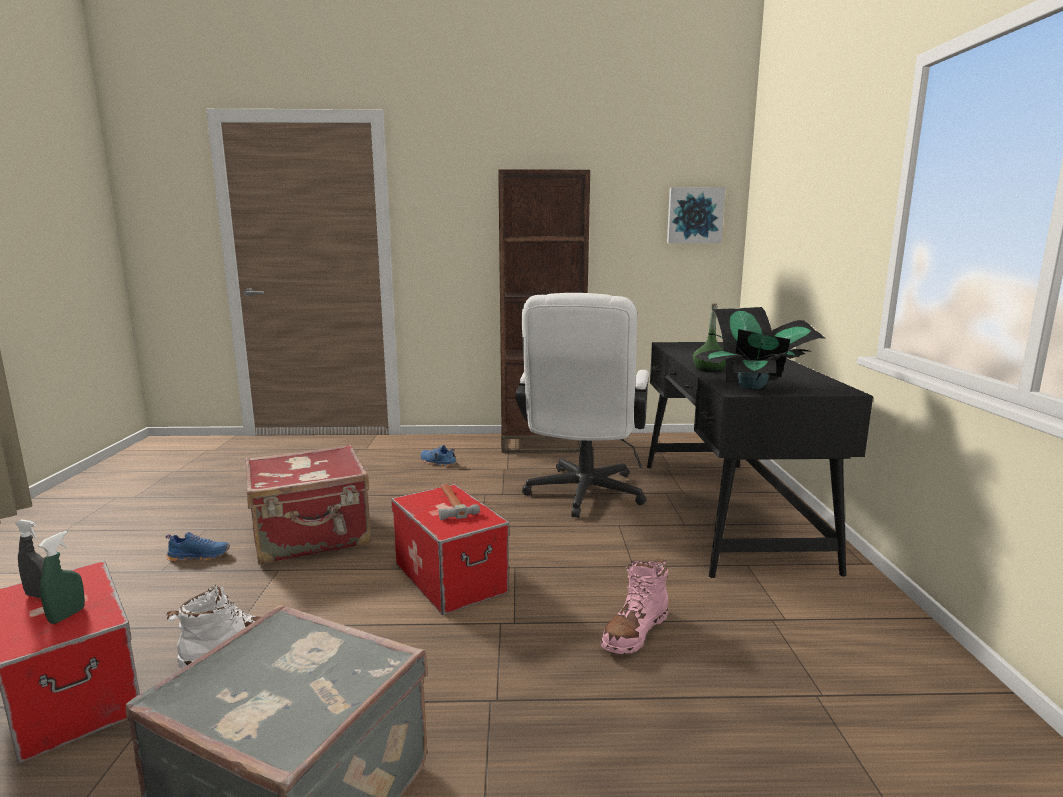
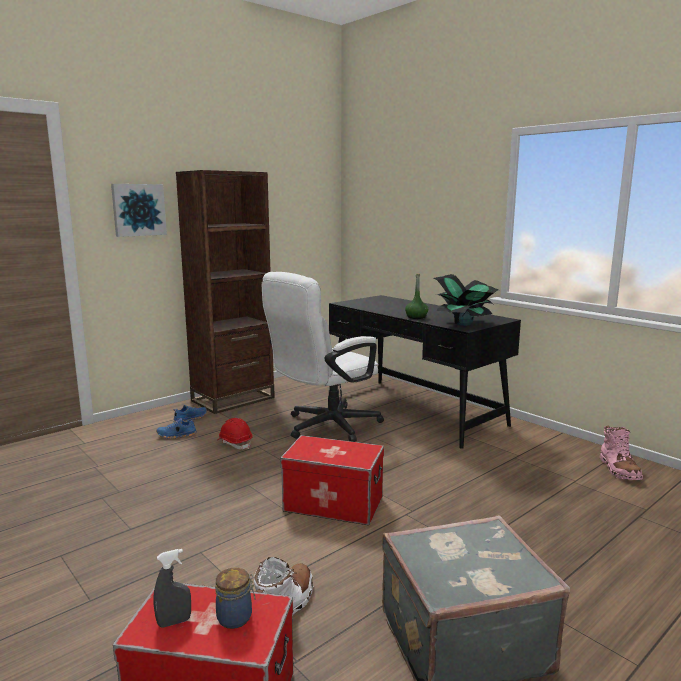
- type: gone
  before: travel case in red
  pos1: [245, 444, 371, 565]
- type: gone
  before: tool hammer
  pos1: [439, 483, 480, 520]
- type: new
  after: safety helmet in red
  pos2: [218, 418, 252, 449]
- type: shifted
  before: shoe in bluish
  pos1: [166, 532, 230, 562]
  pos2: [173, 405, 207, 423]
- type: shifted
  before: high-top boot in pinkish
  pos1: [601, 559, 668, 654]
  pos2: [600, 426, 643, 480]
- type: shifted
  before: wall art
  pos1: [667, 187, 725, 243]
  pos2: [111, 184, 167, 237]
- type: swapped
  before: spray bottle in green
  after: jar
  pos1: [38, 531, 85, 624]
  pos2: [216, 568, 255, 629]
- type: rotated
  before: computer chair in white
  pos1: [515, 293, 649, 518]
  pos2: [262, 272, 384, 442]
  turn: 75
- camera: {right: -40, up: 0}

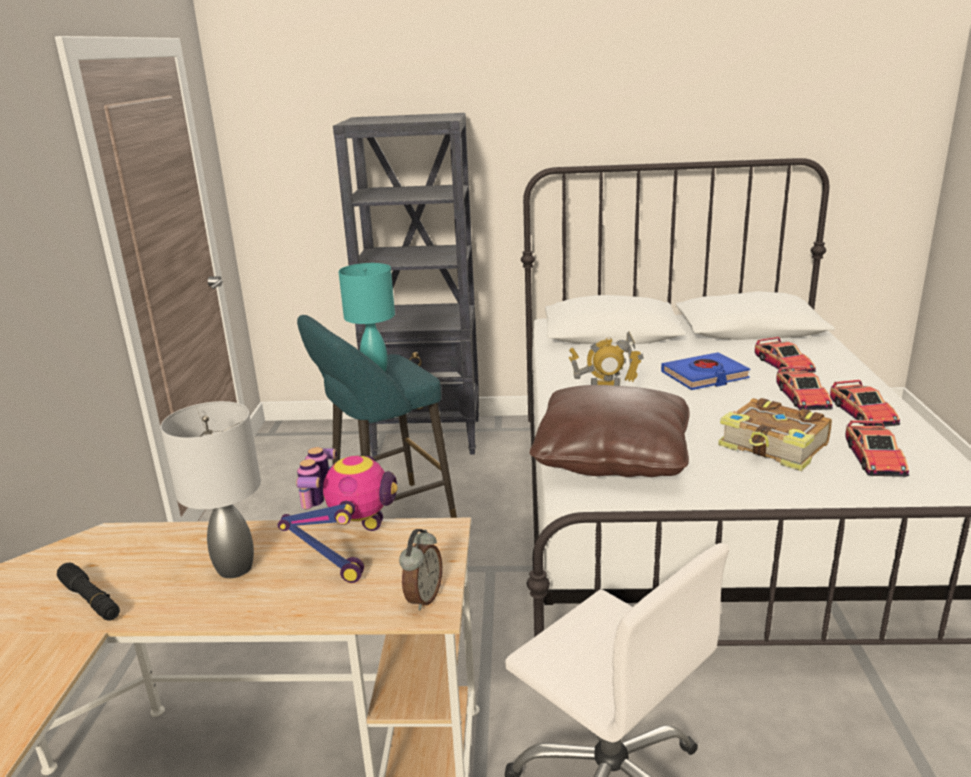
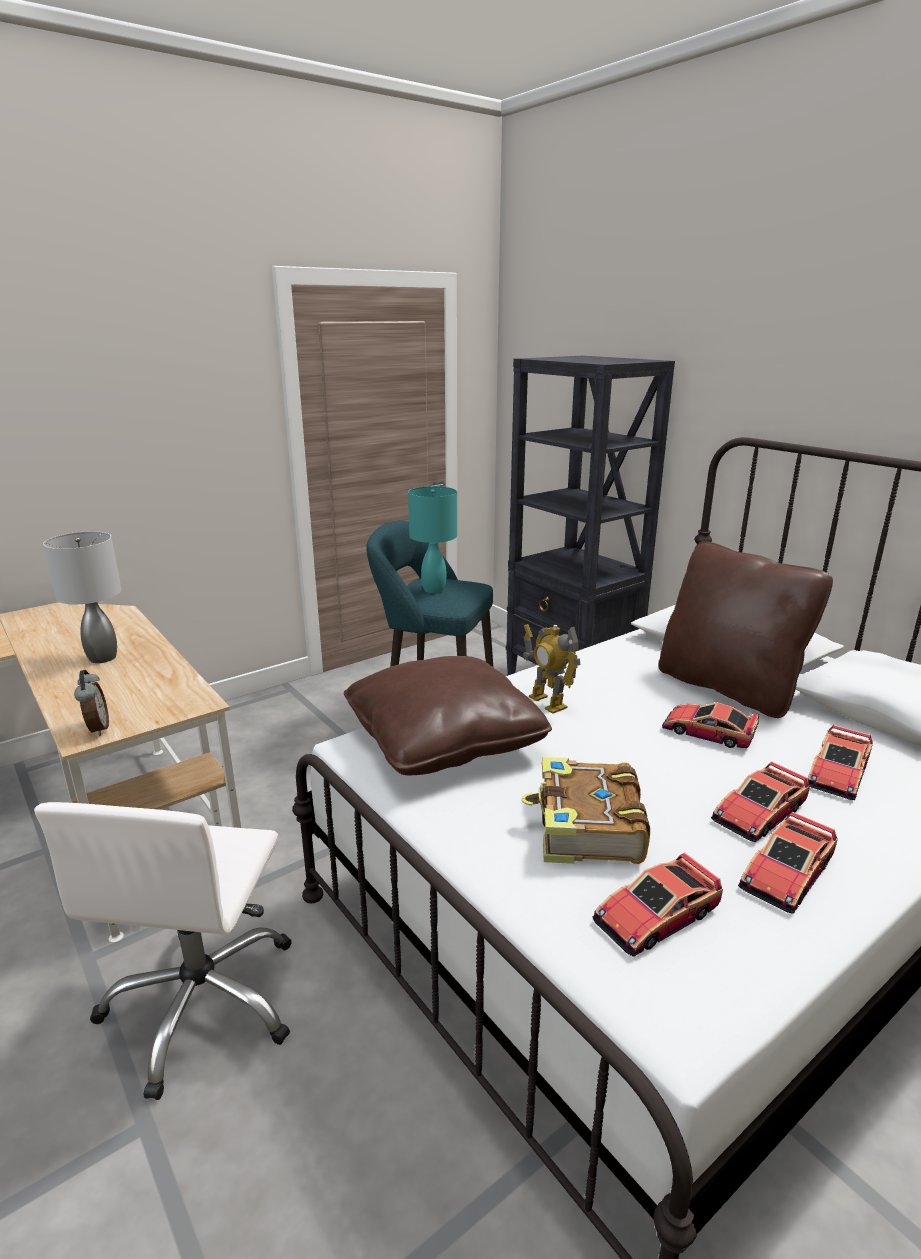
- type: gone
  before: torch in black-coloured
  pos1: [57, 563, 120, 621]
- type: gone
  before: model robot
  pos1: [278, 447, 398, 583]
- type: new
  after: pillow in brownish
  pos2: [658, 541, 833, 718]
- type: swapped
  before: book in bluish
  after: miniature car
  pos1: [661, 352, 750, 390]
  pos2: [662, 702, 759, 748]
- type: rotated
  before: bedside clock
  pos1: [399, 529, 442, 611]
  pos2: [74, 670, 109, 736]
  turn: -90
- camera: {right: 50, up: 0}

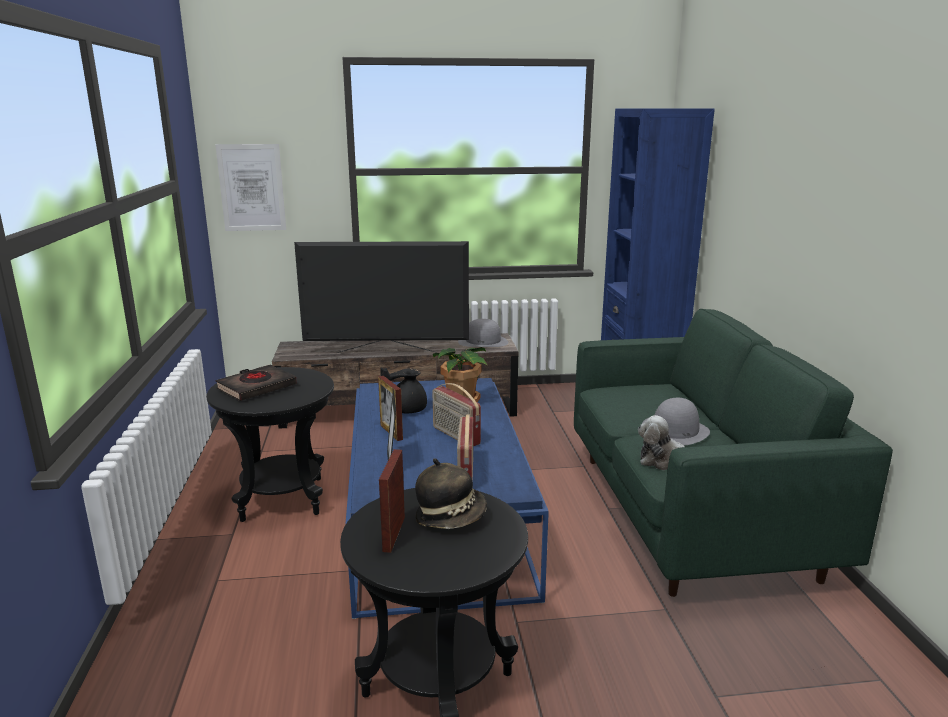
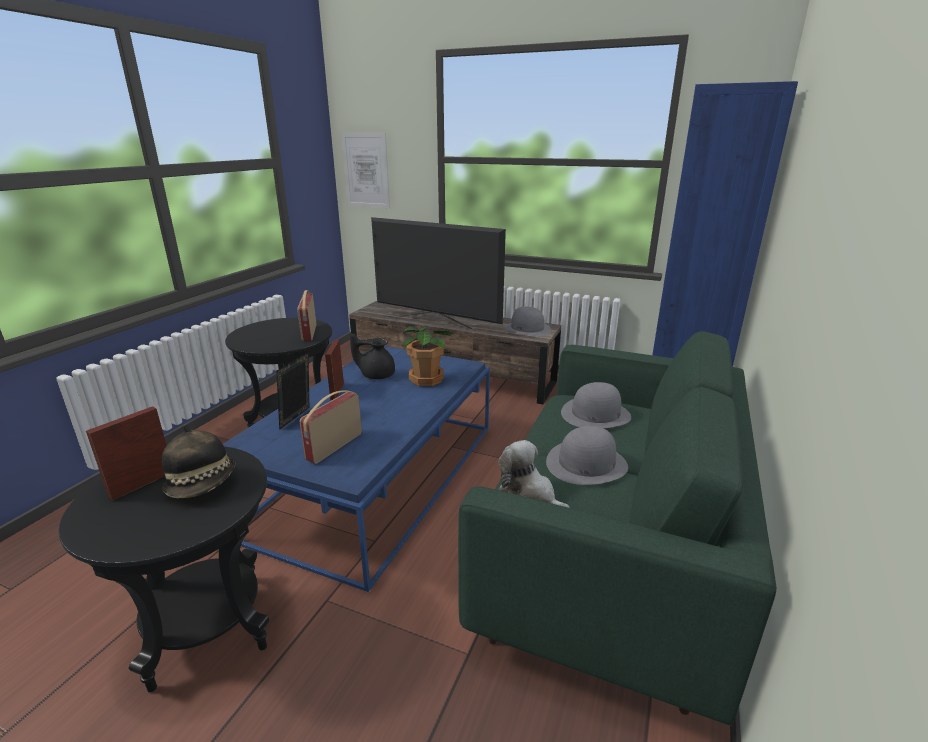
- type: gone
  before: book in black-coloured
  pos1: [215, 365, 297, 401]
- type: new
  after: wearable hat in greyish
  pos2: [561, 382, 631, 428]
- type: shifted
  before: radio receiver
  pos1: [432, 383, 481, 446]
  pos2: [297, 290, 316, 341]
- camera: {right: 30, up: 5}

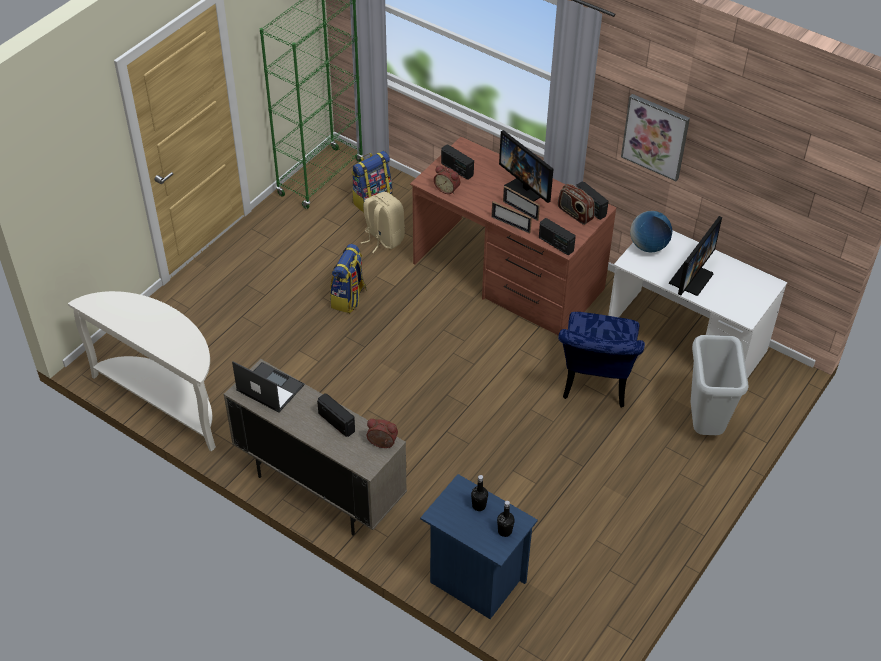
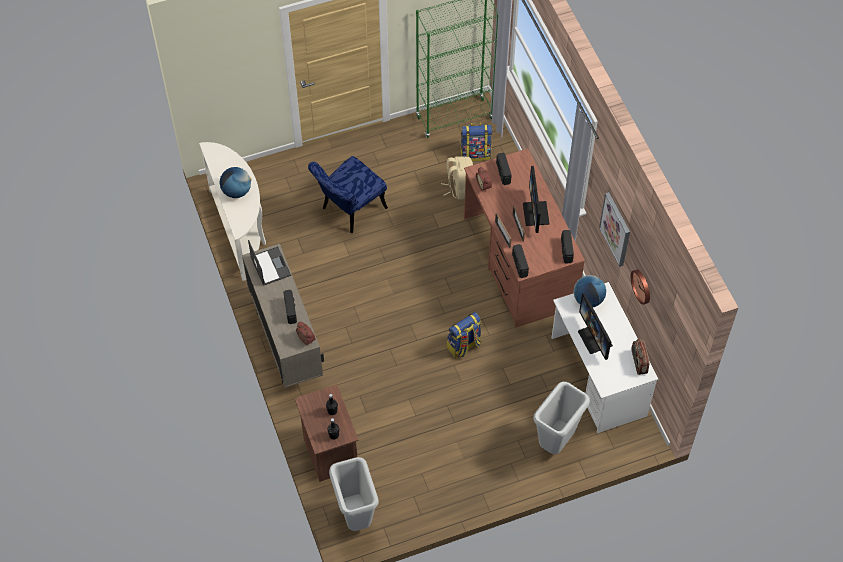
- type: new
  after: desk globe
  pos2: [219, 167, 252, 198]
- type: new
  after: waste bin in greyish
  pos2: [329, 457, 379, 531]
- type: new
  after: wall clock
  pos2: [631, 269, 650, 305]
- type: shifted
  before: knapsack
  pos1: [330, 244, 367, 313]
  pos2: [447, 312, 482, 359]
- type: shifted
  before: radio receiver
  pos1: [558, 184, 595, 225]
  pos2: [631, 339, 649, 375]
- type: shifted
  before: plain chair in bluish
  pos1: [558, 312, 645, 408]
  pos2: [308, 156, 388, 233]
- type: repainted
  before: bedside table in bluish
  after: bedside table in brownish
  pos1: [420, 474, 538, 619]
  pos2: [294, 384, 359, 482]
- type: rotated
  before: monitor
  pos1: [669, 216, 722, 296]
  pos2: [578, 293, 613, 360]
  turn: 90
- camera: {right: 35, up: 10}

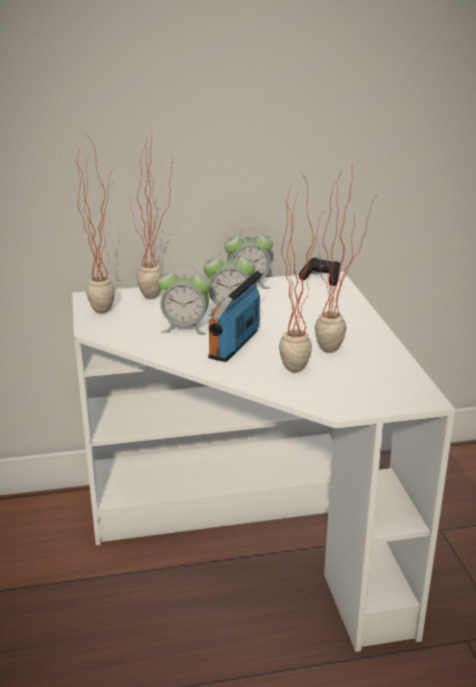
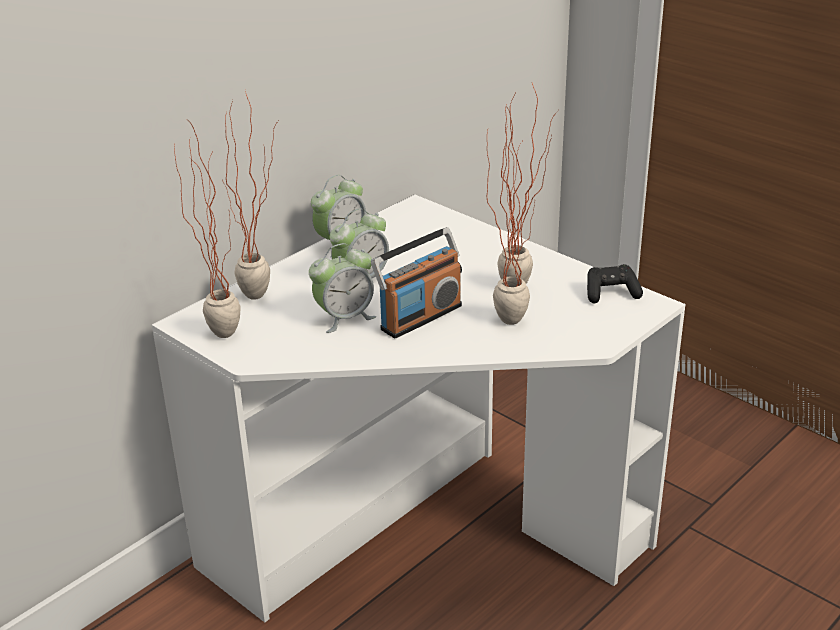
- type: shifted
  before: joypad in black-coloured
  pos1: [299, 258, 340, 286]
  pos2: [587, 264, 643, 303]
- type: rotated
  before: radio receiver
  pos1: [208, 269, 264, 362]
  pos2: [371, 227, 462, 338]
  turn: -120
- camera: {right: -35, up: 5}

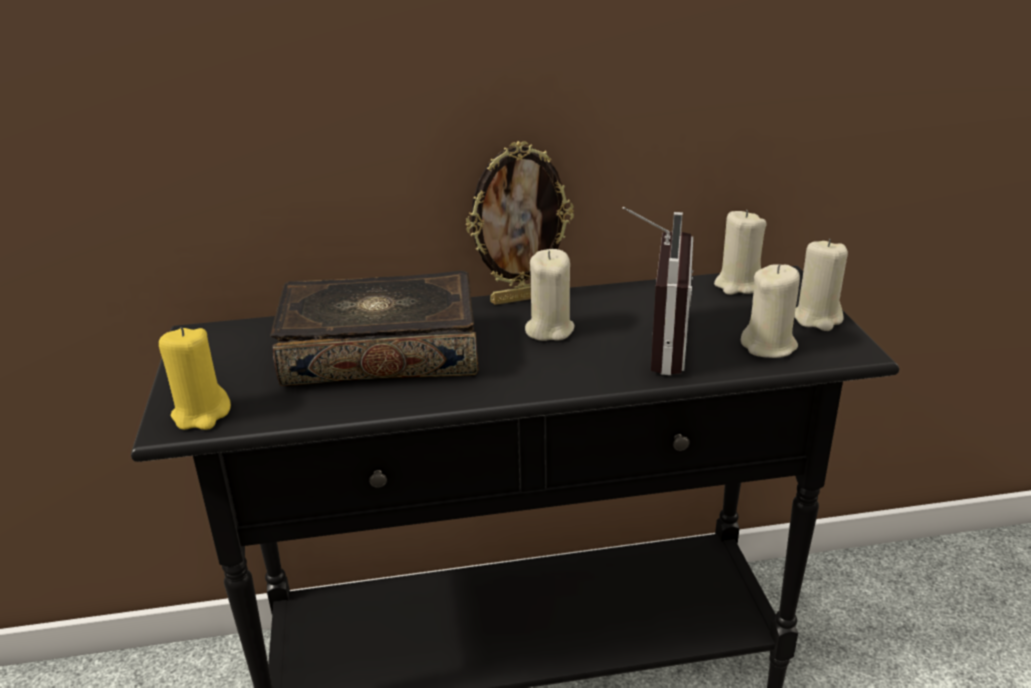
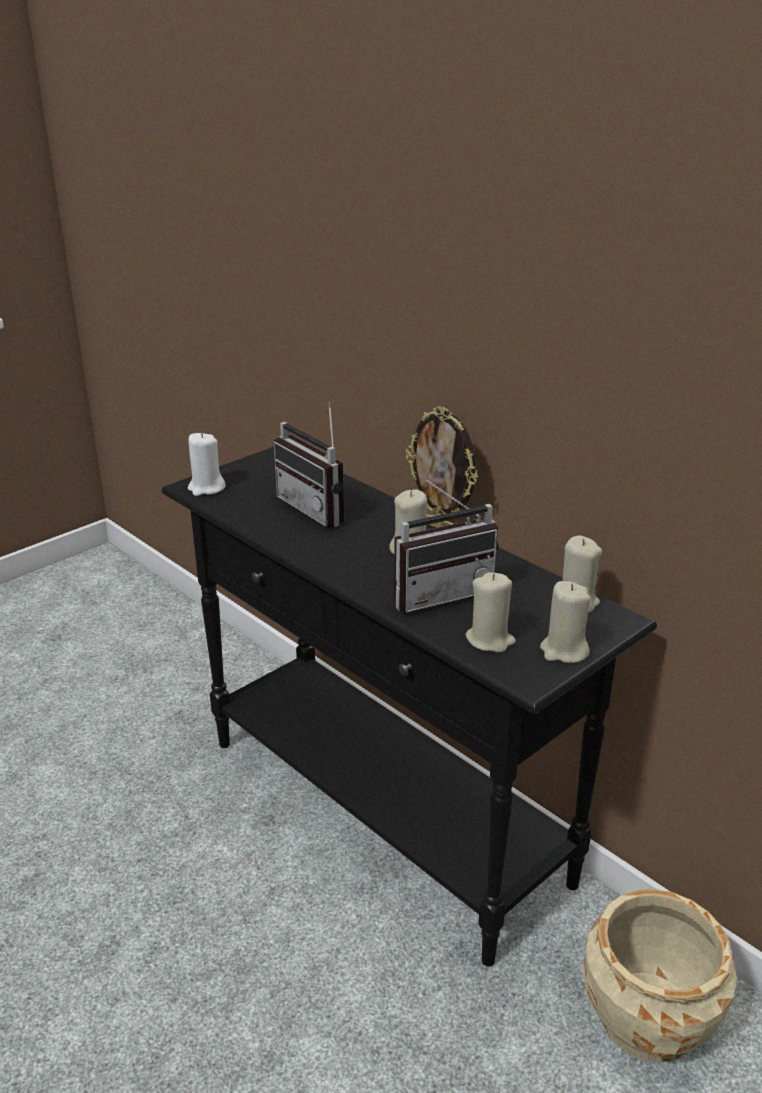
- type: new
  after: plant pot in sand-coloured
  pos2: [582, 889, 737, 1063]
- type: swapped
  before: book
  after: radio receiver
  pos1: [270, 270, 479, 386]
  pos2: [273, 402, 344, 528]
- type: repainted
  before: wax light in yellow
  after: wax light in white
  pos1: [159, 327, 231, 430]
  pos2: [188, 432, 226, 496]
- camera: {right: 55, up: 0}

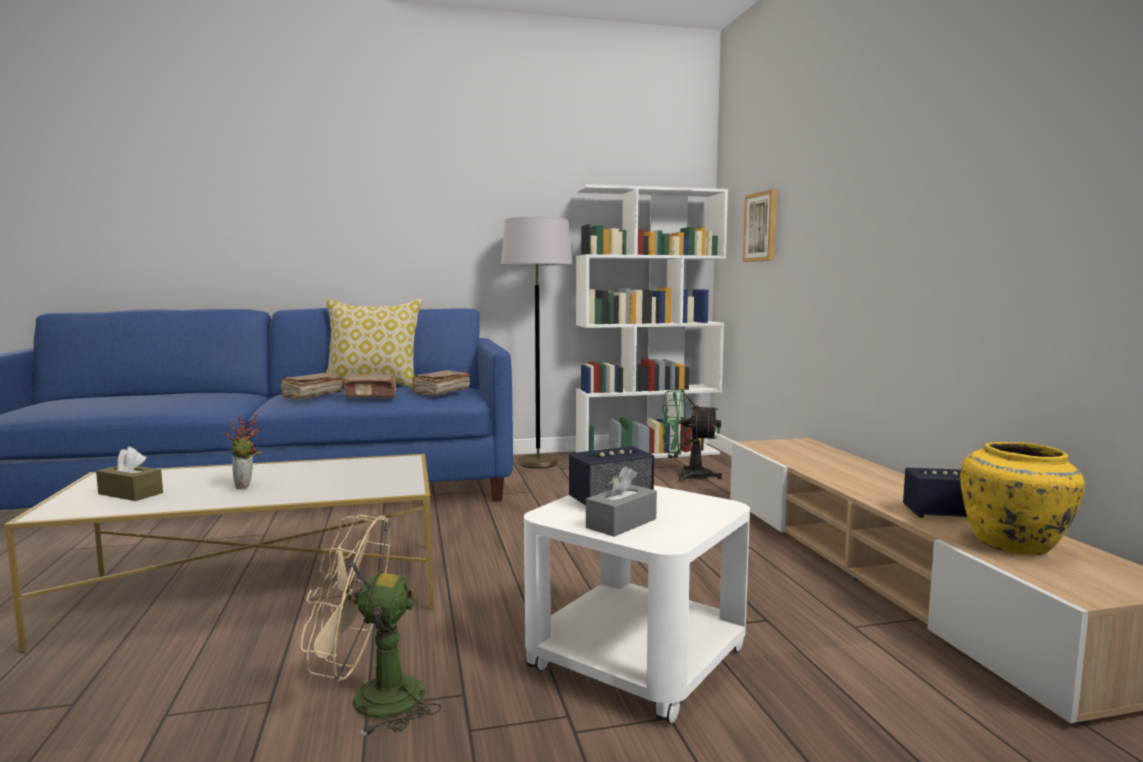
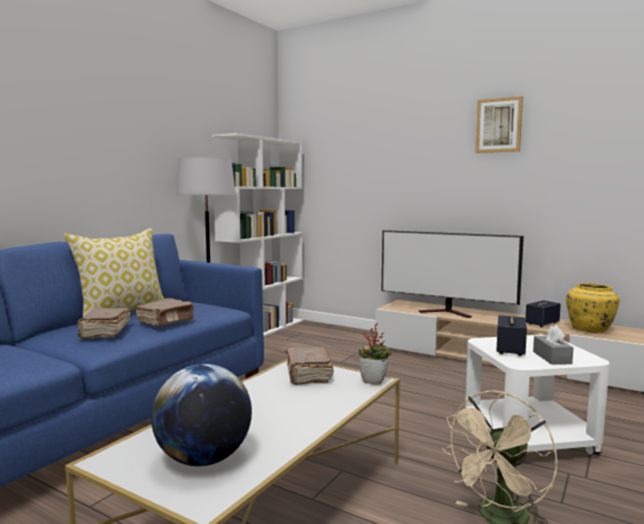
- type: gone
  before: cooling fan in green
  pos1: [661, 389, 722, 482]
- type: new
  after: television
  pos2: [382, 230, 524, 318]
- type: shifted
  before: potted plant
  pos1: [223, 414, 262, 490]
  pos2: [359, 323, 392, 385]
- type: shifted
  before: book in brownish
  pos1: [412, 370, 470, 396]
  pos2: [286, 347, 334, 385]
- type: shifted
  before: wall art
  pos1: [743, 189, 777, 262]
  pos2: [475, 96, 523, 153]
- type: swapped
  before: box of tissues in brownish
  after: desk globe
  pos1: [96, 447, 163, 501]
  pos2: [151, 364, 252, 466]
- camera: {right: -45, up: 0}

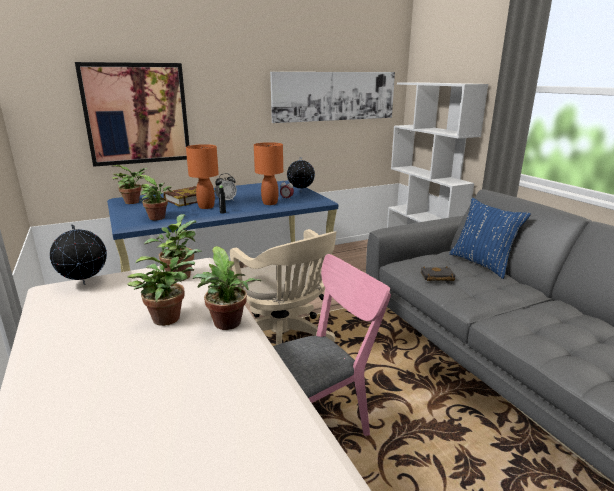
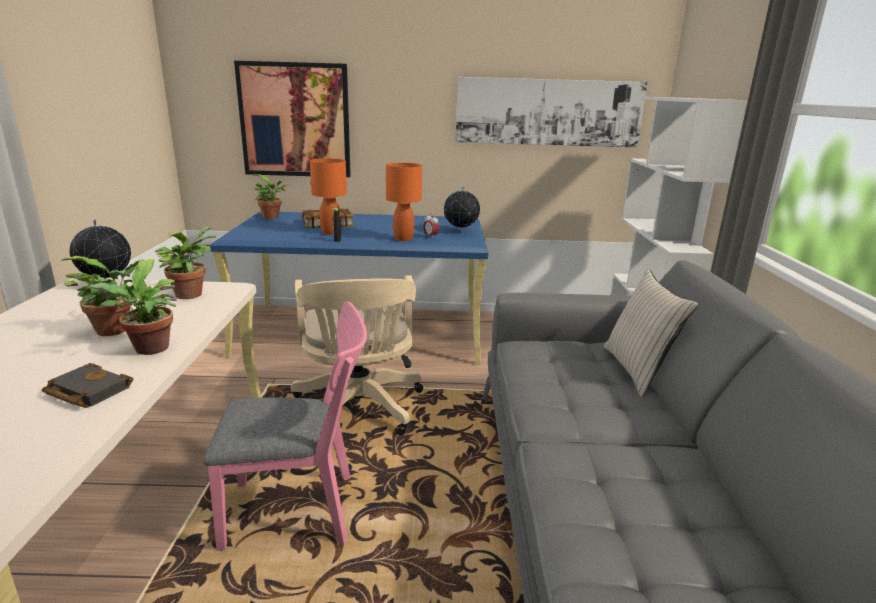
- type: gone
  before: potted plant
  pos1: [138, 175, 172, 220]
- type: gone
  before: bedside clock
  pos1: [215, 173, 237, 201]
- type: shifted
  before: book in black-coloured
  pos1: [421, 266, 455, 281]
  pos2: [42, 363, 133, 408]
- type: repainted
  before: pillow in bluish
  after: pillow in sand-coloured
  pos1: [449, 198, 531, 279]
  pos2: [604, 269, 699, 397]
- camera: {right: 25, up: 0}

